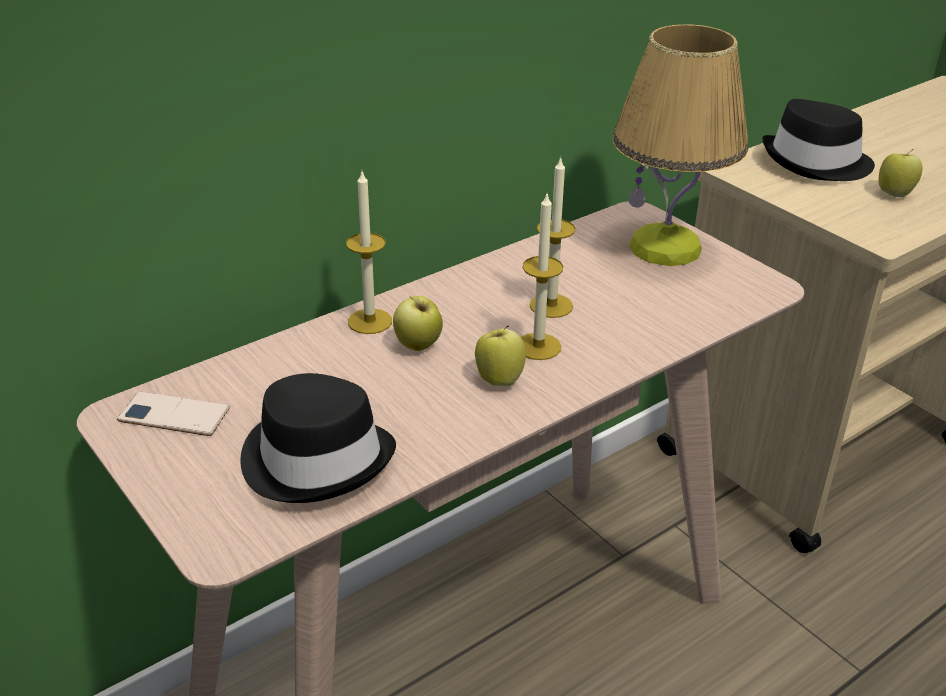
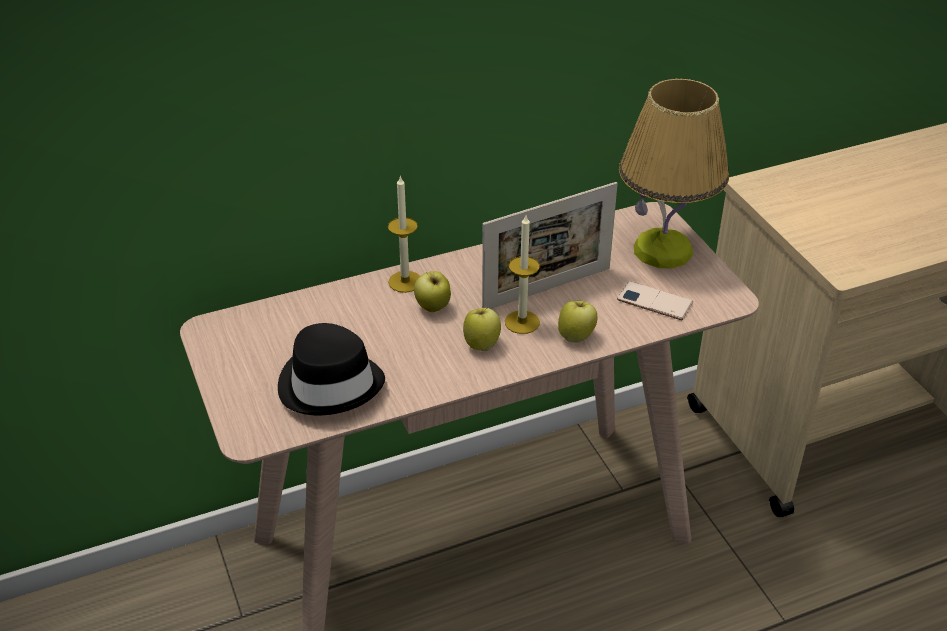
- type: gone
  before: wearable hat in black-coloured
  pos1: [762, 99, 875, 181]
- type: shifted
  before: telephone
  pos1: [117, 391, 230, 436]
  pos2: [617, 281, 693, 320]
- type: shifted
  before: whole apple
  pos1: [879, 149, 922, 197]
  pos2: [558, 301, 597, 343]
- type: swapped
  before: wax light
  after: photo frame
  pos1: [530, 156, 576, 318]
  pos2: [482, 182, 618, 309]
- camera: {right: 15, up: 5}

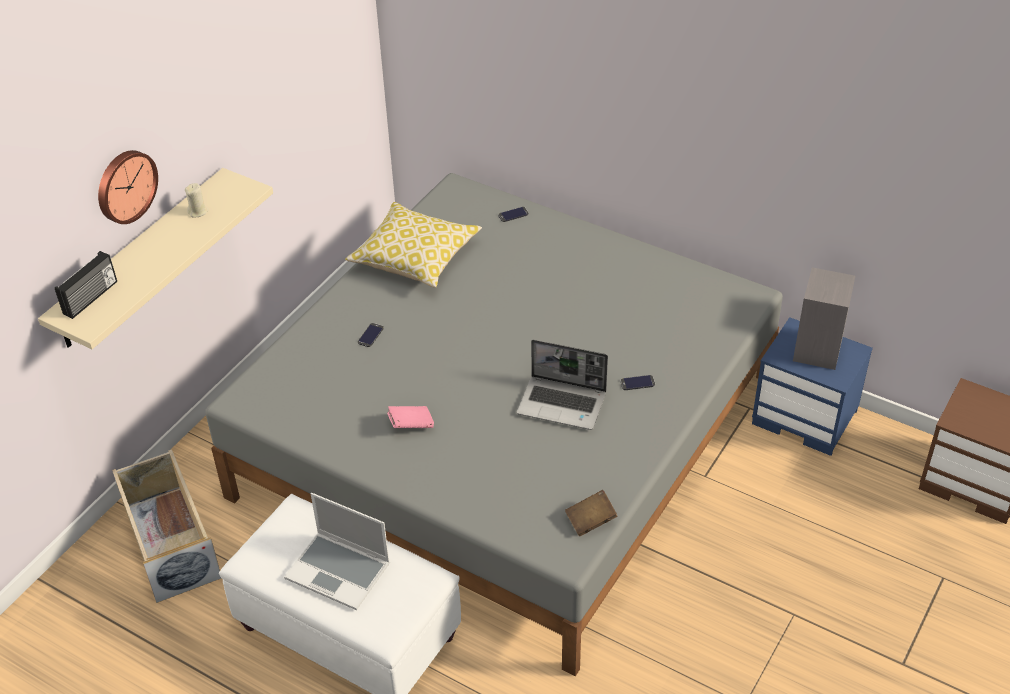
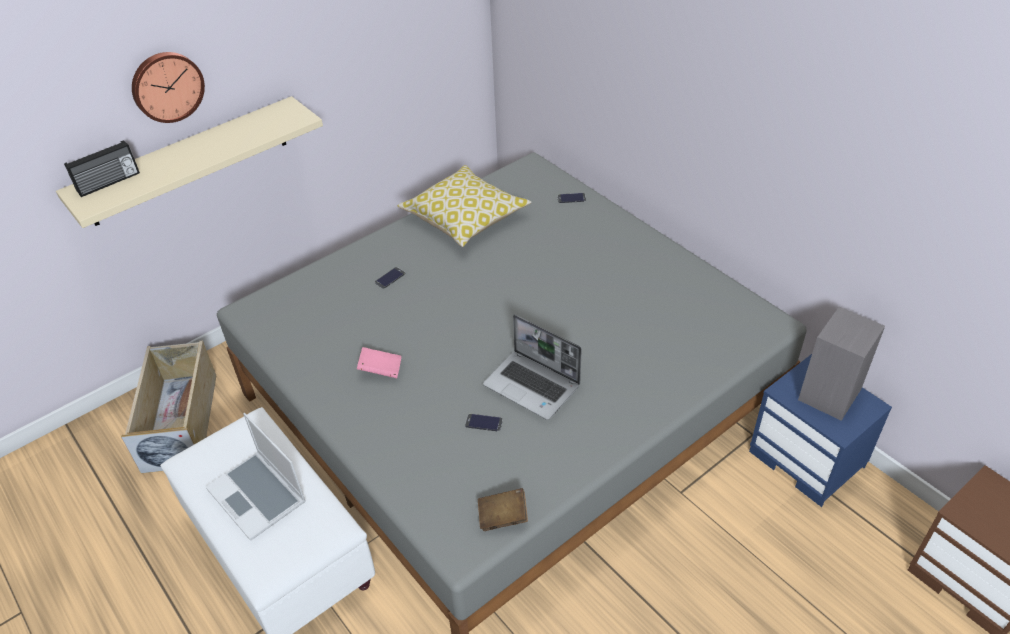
- type: gone
  before: wax light in sand-coloured
  pos1: [185, 183, 209, 217]
- type: shifted
  before: telephone
  pos1: [620, 375, 655, 390]
  pos2: [465, 414, 503, 431]
- camera: {right: 20, up: 0}

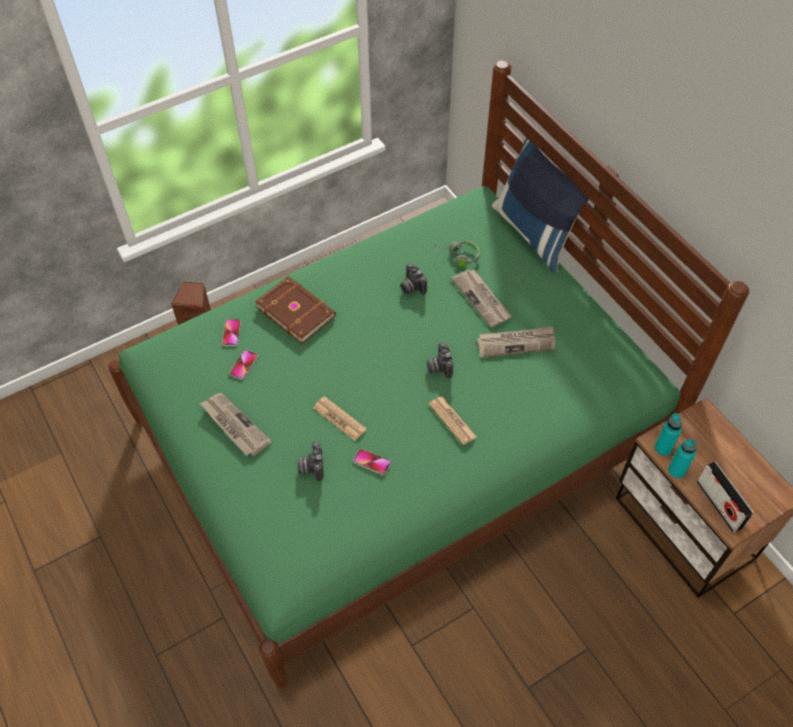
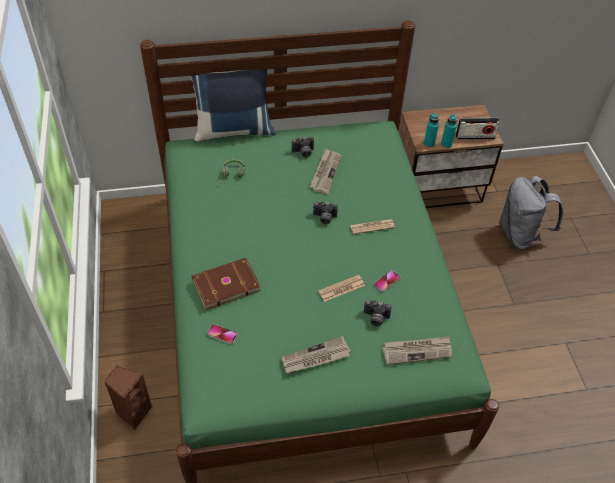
- type: gone
  before: telephone
  pos1: [229, 350, 258, 380]
- type: new
  after: knapsack in greyish
  pos2: [499, 176, 563, 250]
- type: shifted
  before: still camera
  pos1: [401, 263, 427, 295]
  pos2: [292, 136, 314, 158]
- type: shifted
  before: daily paper
  pos1: [451, 269, 512, 328]
  pos2: [382, 336, 452, 365]
- camera: {right: -70, up: -5}

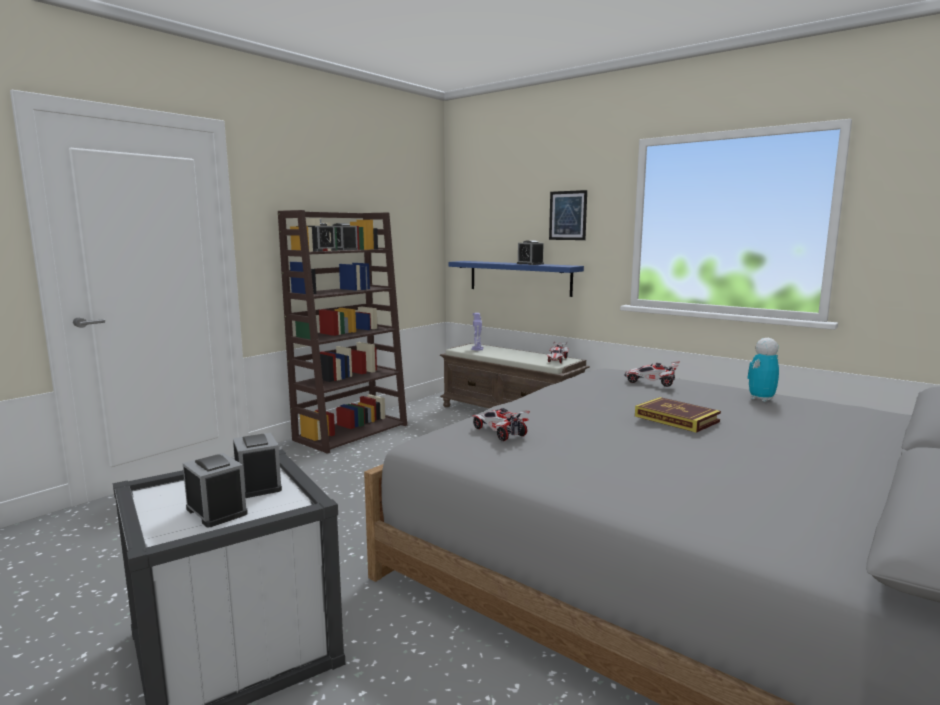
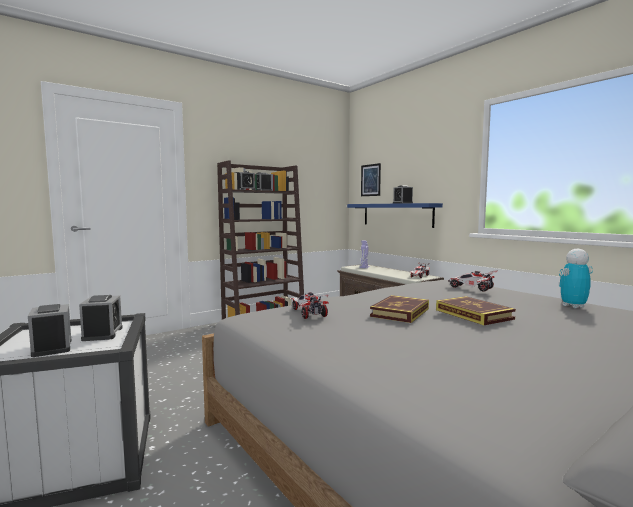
- type: new
  after: book
  pos2: [370, 295, 429, 323]
- type: shifted
  before: wall art
  pos1: [549, 190, 587, 240]
  pos2: [361, 163, 381, 196]
- camera: {right: 15, up: -5}

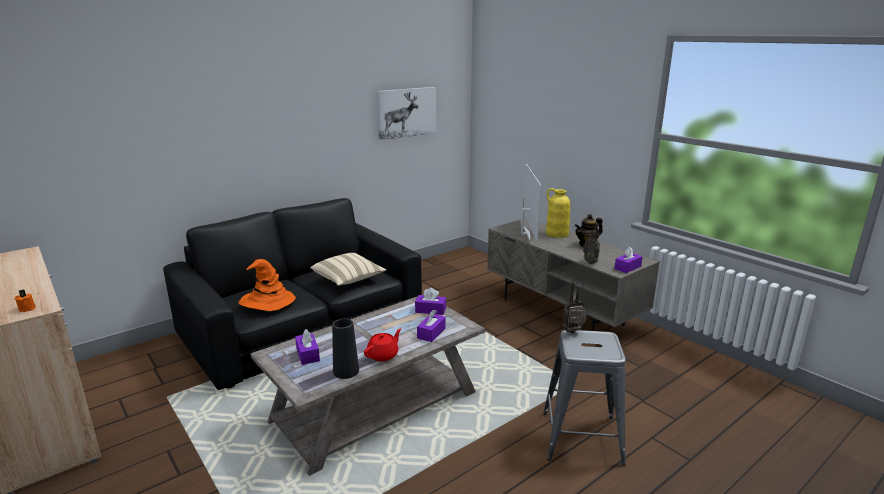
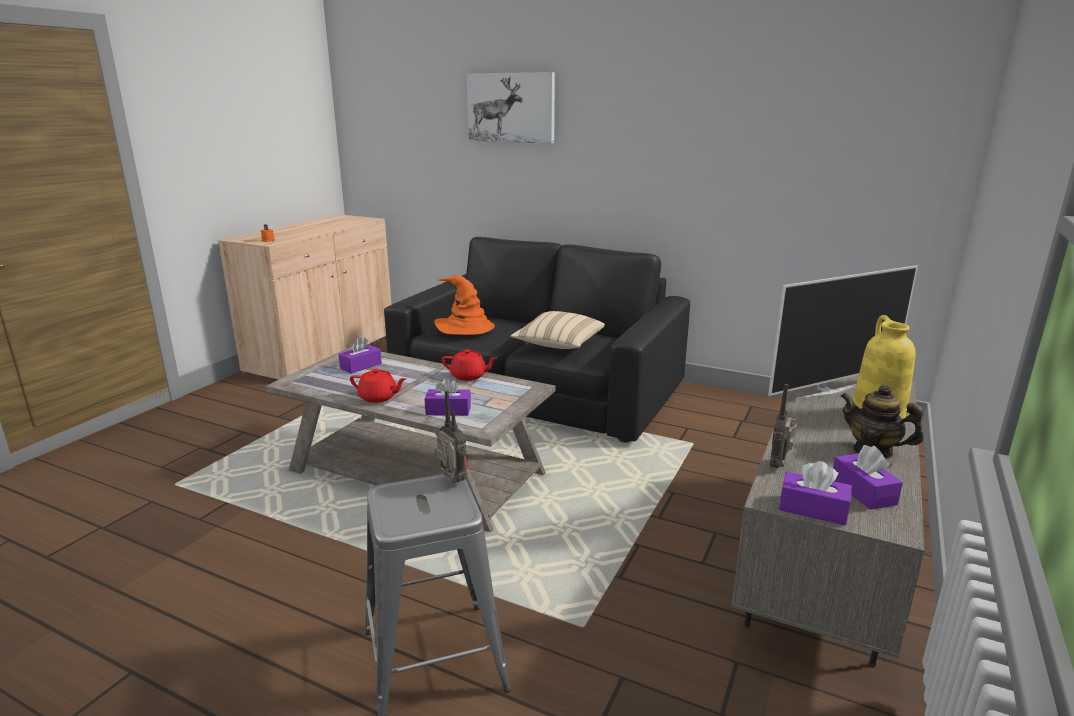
- type: gone
  before: vase in black-coloured
  pos1: [332, 318, 359, 379]
- type: new
  after: tea pot in red
  pos2: [442, 349, 498, 381]
- type: shifted
  before: wall art
  pos1: [377, 87, 436, 140]
  pos2: [467, 72, 555, 143]
- type: shifted
  before: box of tissues in purple-coloured
  pos1: [415, 288, 446, 315]
  pos2: [833, 445, 903, 510]
- camera: {right: 65, up: 0}

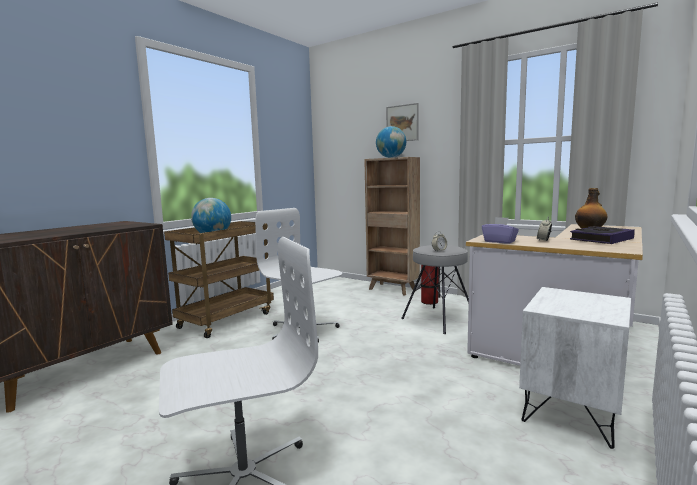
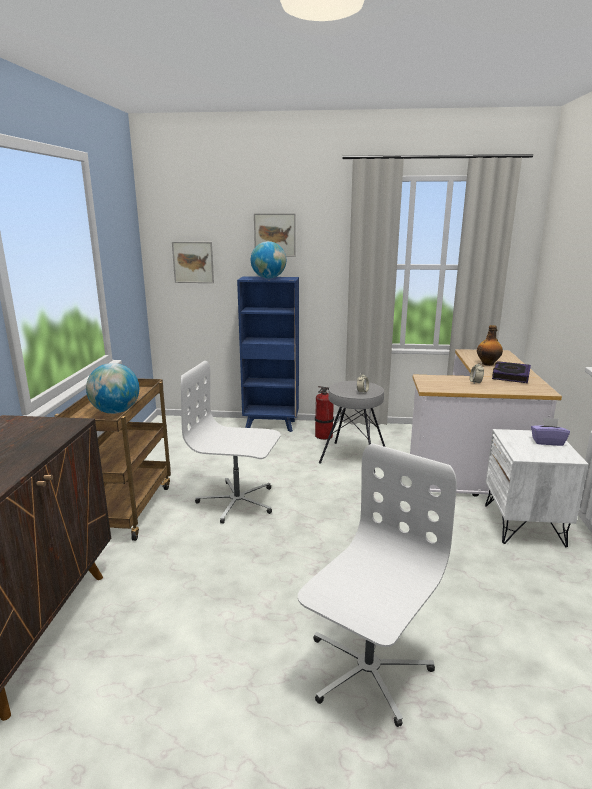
- type: new
  after: wall art
  pos2: [172, 242, 214, 283]
- type: shifted
  before: box of tissues in purple-coloured
  pos1: [482, 217, 519, 244]
  pos2: [531, 418, 570, 446]
- type: repainted
  before: shelving unit in brownish
  after: shelving unit in bluish
  pos1: [364, 157, 420, 296]
  pos2: [237, 276, 299, 432]
- camera: {right: -30, up: 10}

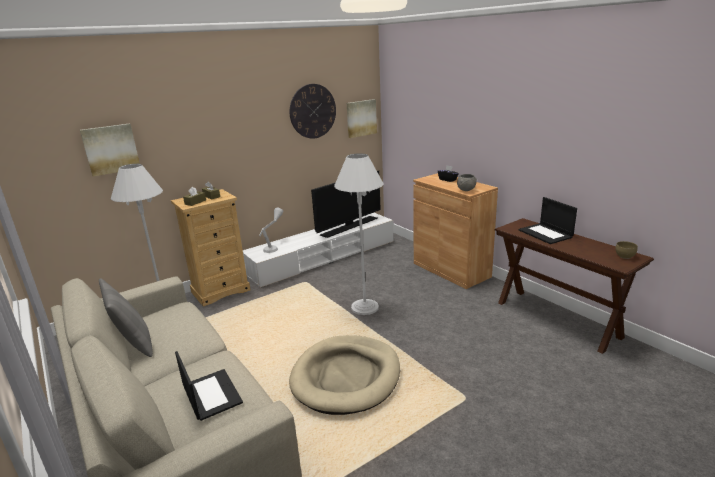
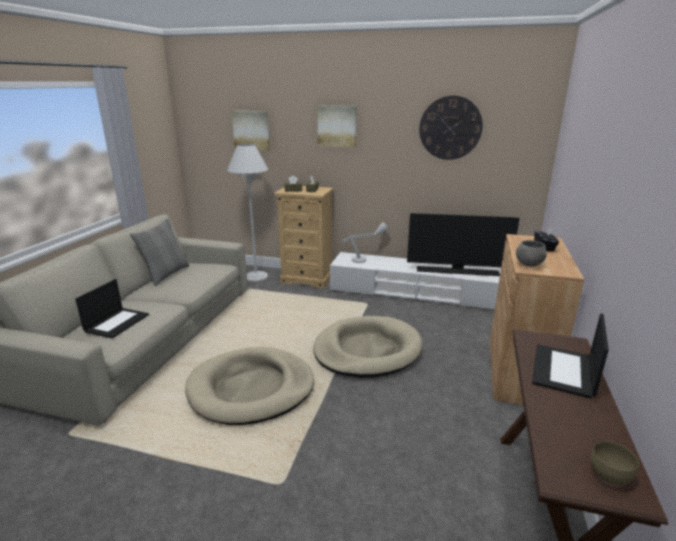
- type: shifted
  before: wall art
  pos1: [347, 99, 377, 138]
  pos2: [317, 105, 357, 148]
- type: swapped
  before: standard lamp in white
  after: dog cushion in sand-coloured
  pos1: [334, 153, 383, 315]
  pos2: [313, 316, 423, 378]
- camera: {right: 50, up: 0}

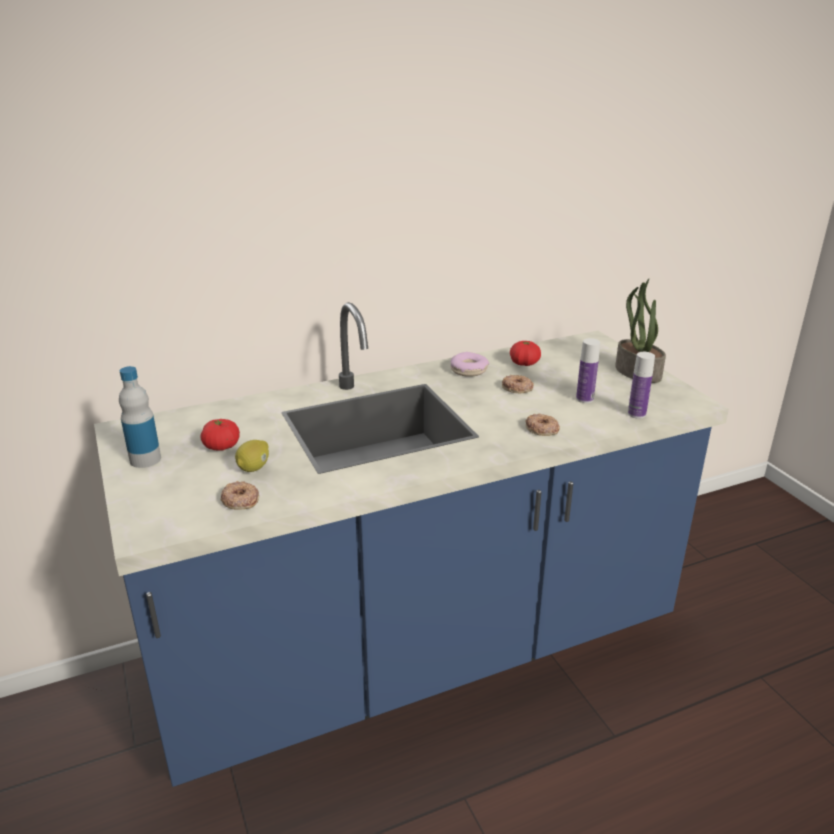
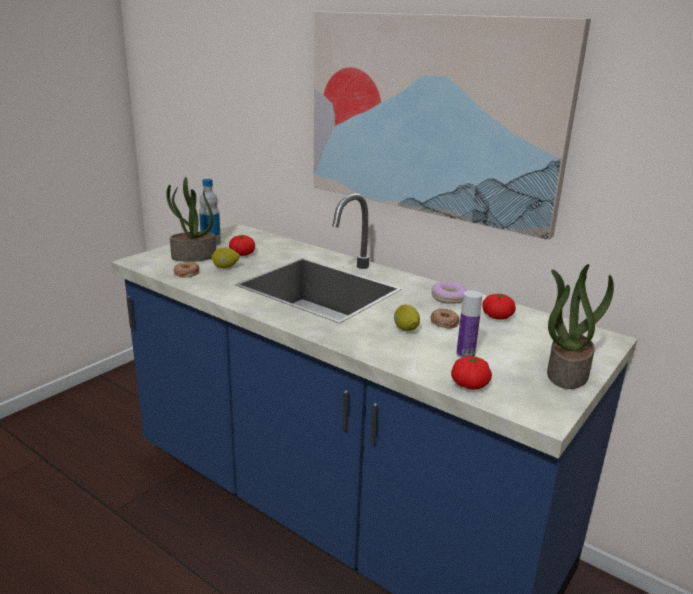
- type: gone
  before: ring doughnut
  pos1: [525, 413, 560, 436]
- type: new
  after: potted plant
  pos2: [166, 177, 216, 262]
- type: new
  after: wall art
  pos2: [313, 11, 591, 240]
- type: new
  after: citrus fruit
  pos2: [394, 305, 420, 331]
- type: swapped
  before: drink bottle
  after: whole tomato
  pos1: [628, 352, 655, 419]
  pos2: [451, 356, 492, 390]
- camera: {right: 60, up: -5}

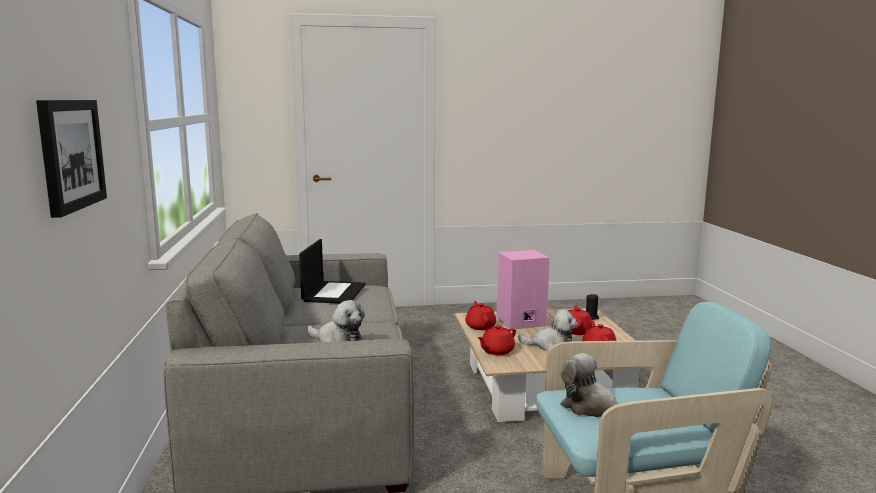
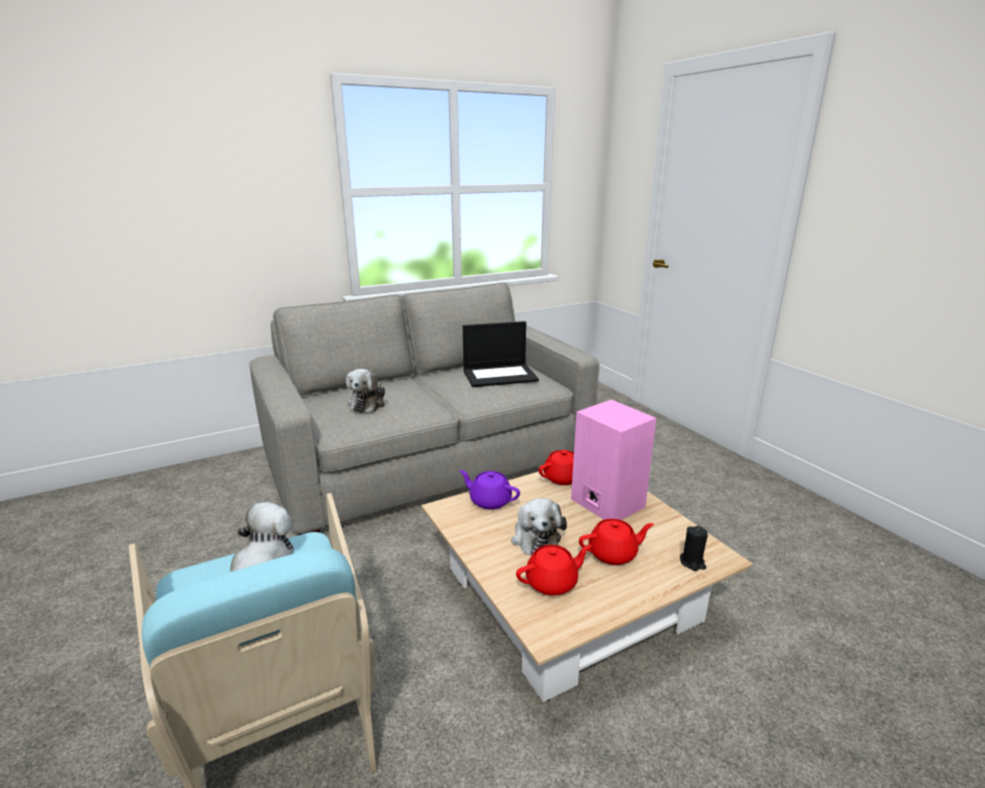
- type: gone
  before: wall art
  pos1: [36, 100, 107, 218]
- type: repainted
  before: tea pot in red
  after: tea pot in purple-coloured
  pos1: [478, 325, 516, 355]
  pos2: [459, 470, 520, 510]
- camera: {right: 70, up: 10}

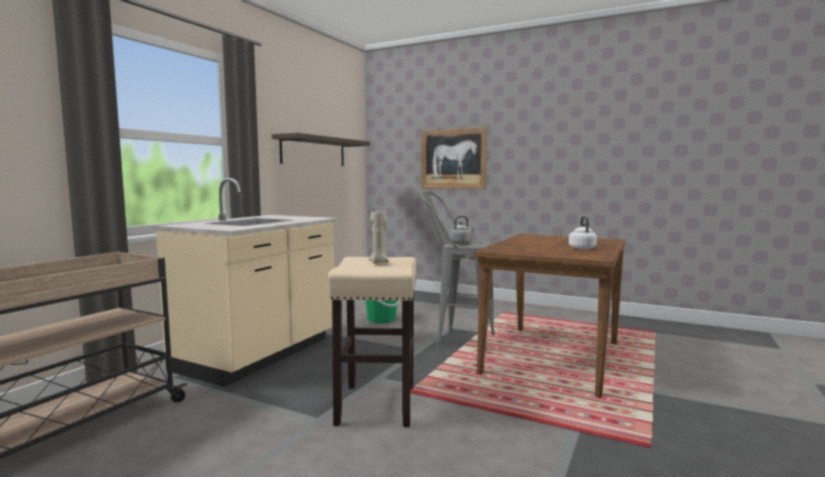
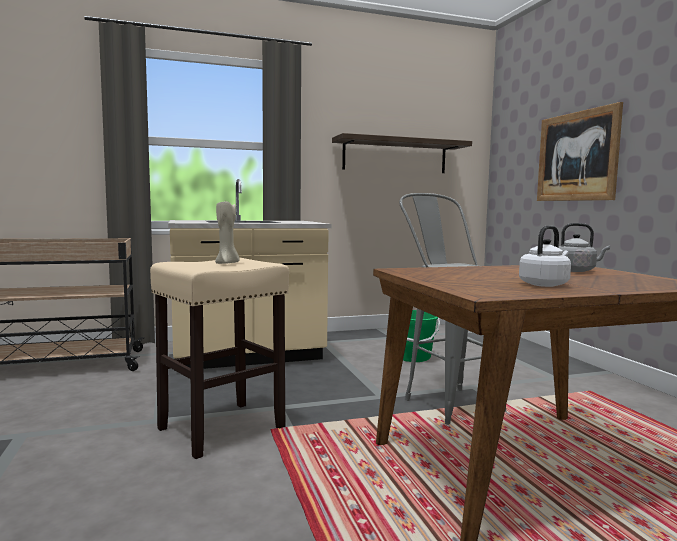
- type: shifted
  before: tea kettle in greyish
  pos1: [449, 216, 476, 244]
  pos2: [558, 223, 610, 272]
- camera: {right: 45, up: 0}

